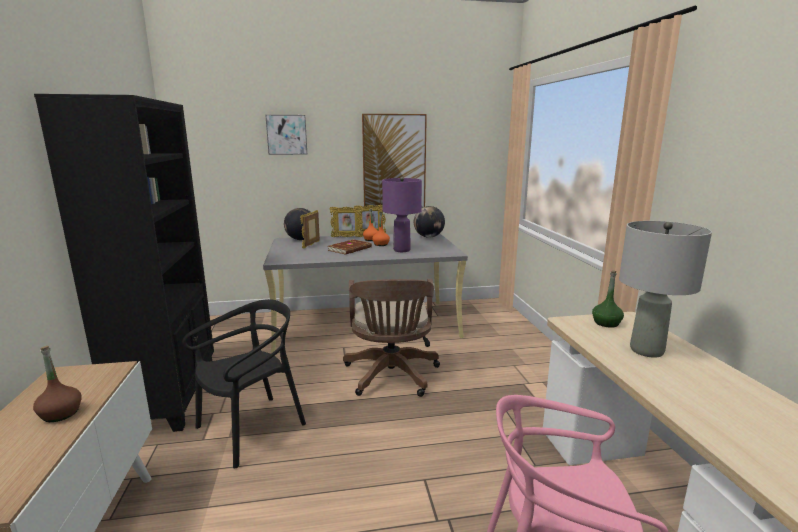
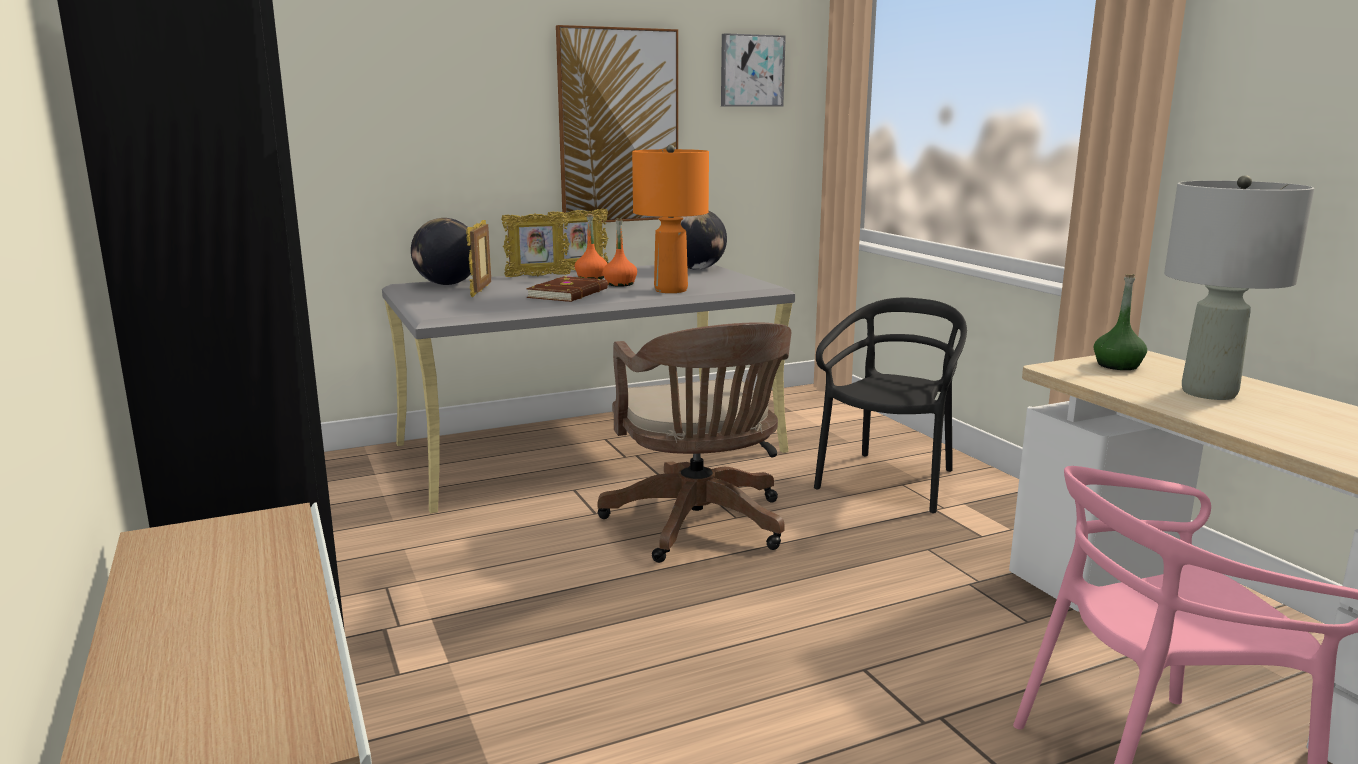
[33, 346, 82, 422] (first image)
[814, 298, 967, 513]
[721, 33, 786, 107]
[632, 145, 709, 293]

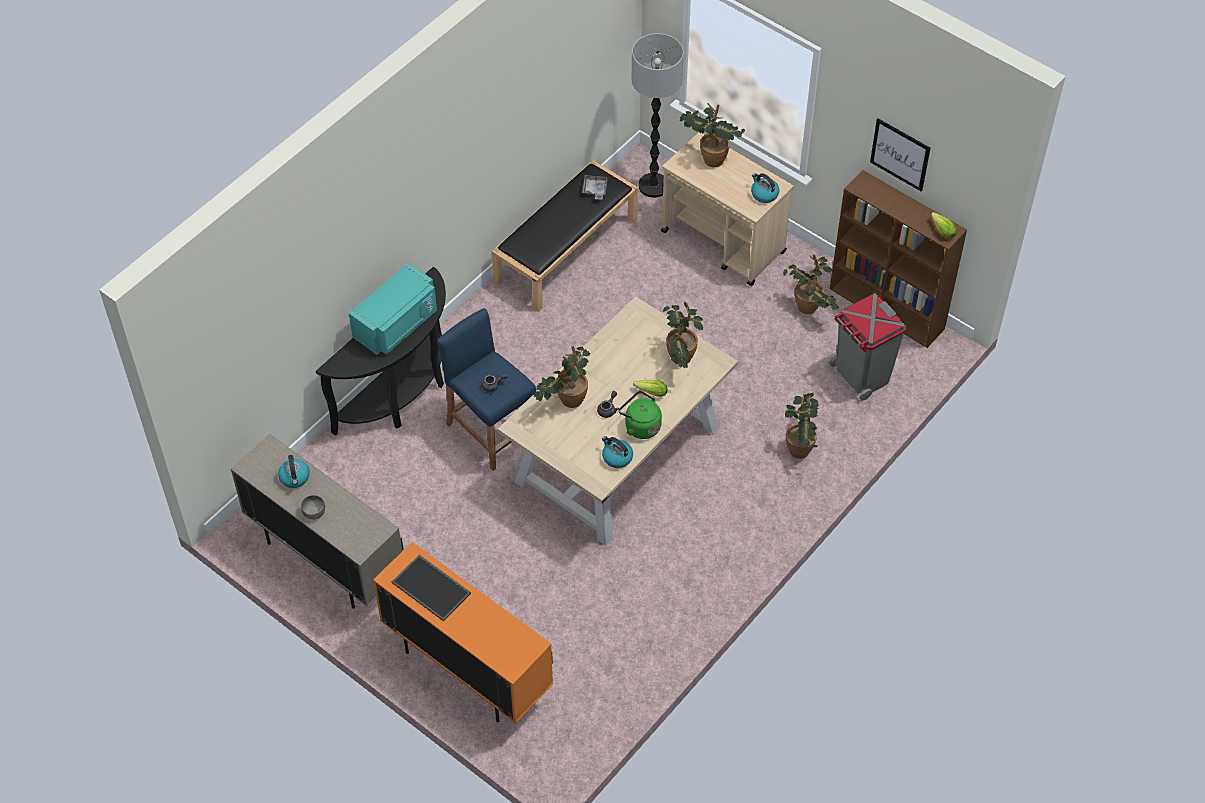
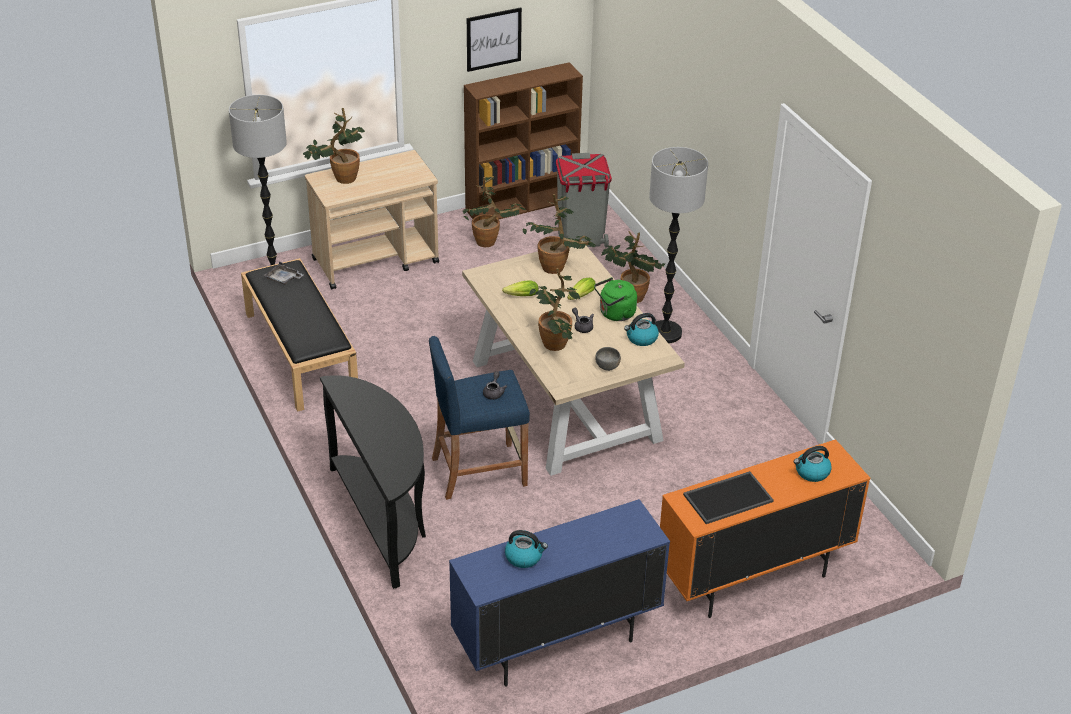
[349, 263, 437, 355] (first image)
[649, 147, 708, 343]
[595, 347, 621, 371]
[794, 446, 832, 482]
[502, 280, 539, 296]
[449, 499, 670, 687]

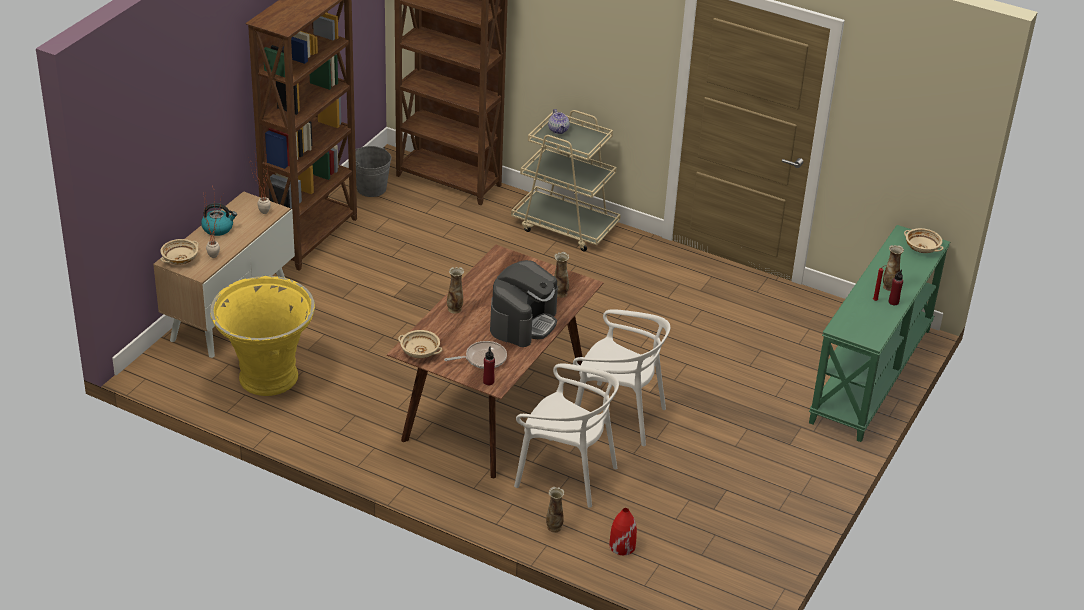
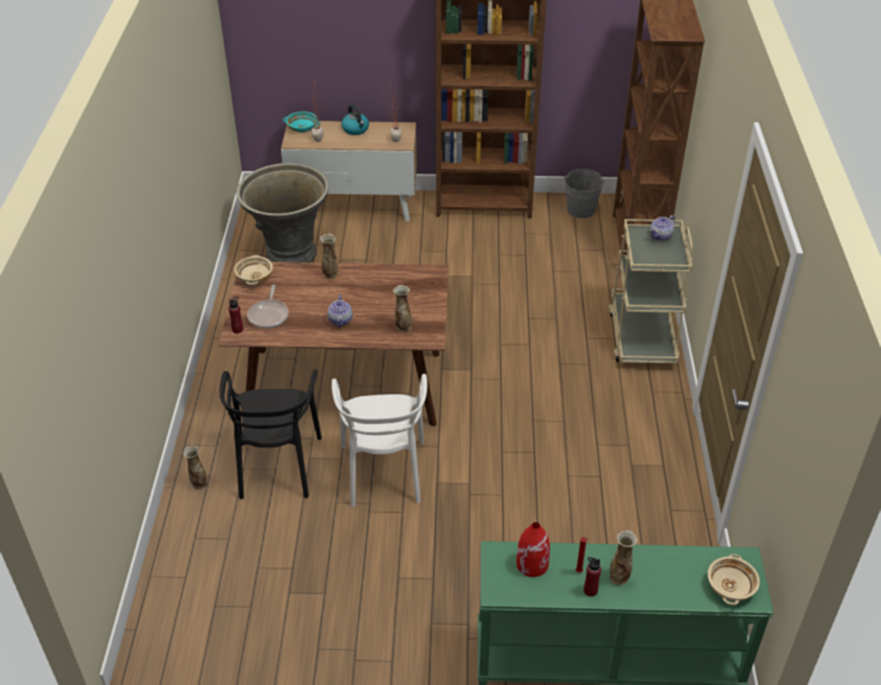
[516, 522, 550, 577]
[327, 295, 353, 327]
[283, 111, 321, 133]
[236, 163, 329, 263]
[220, 370, 322, 499]
[247, 285, 289, 329]

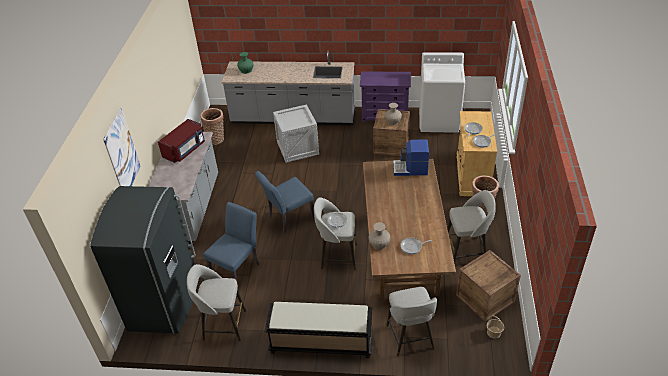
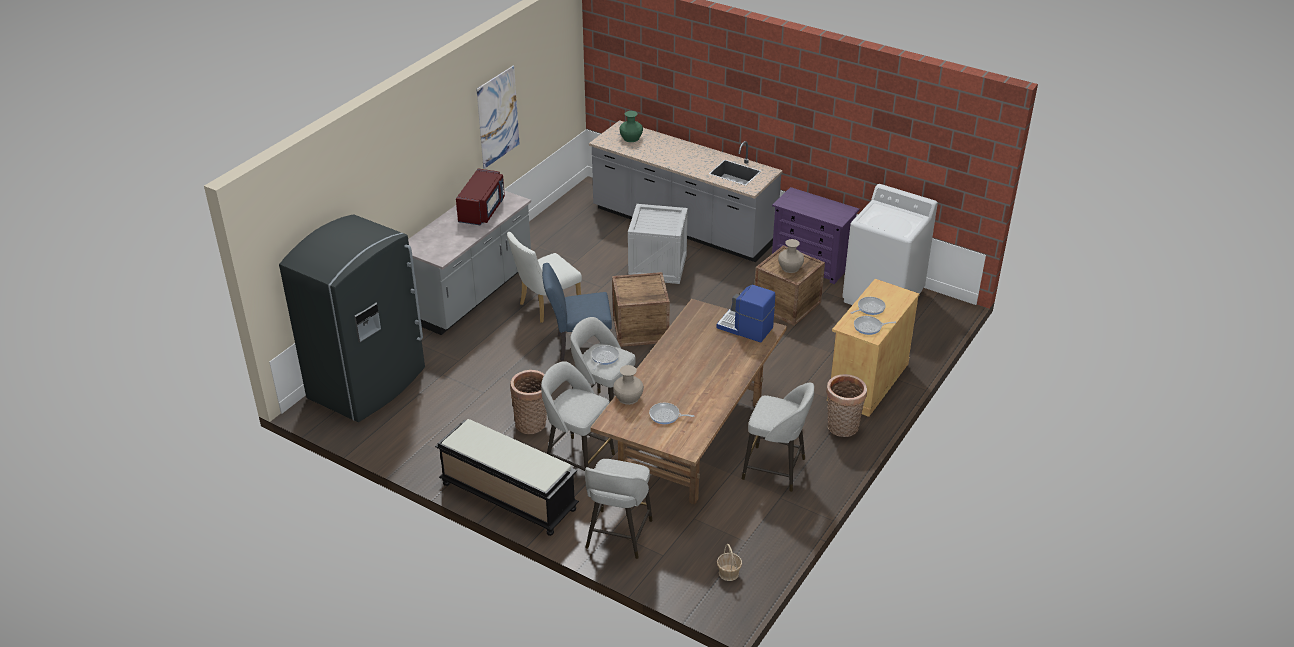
[203, 202, 259, 289] (first image)
[507, 232, 582, 323]
[476, 66, 520, 169]
[541, 361, 615, 471]
[510, 370, 547, 434]
[612, 272, 670, 347]
[456, 169, 505, 225]

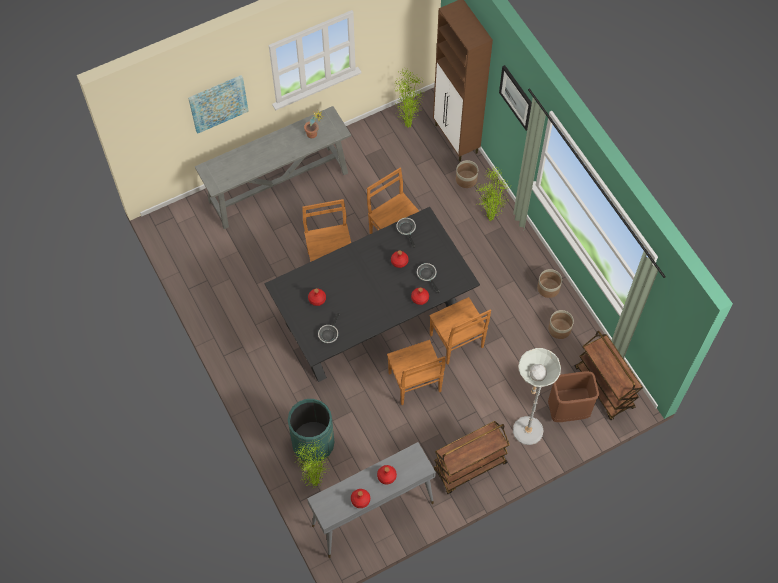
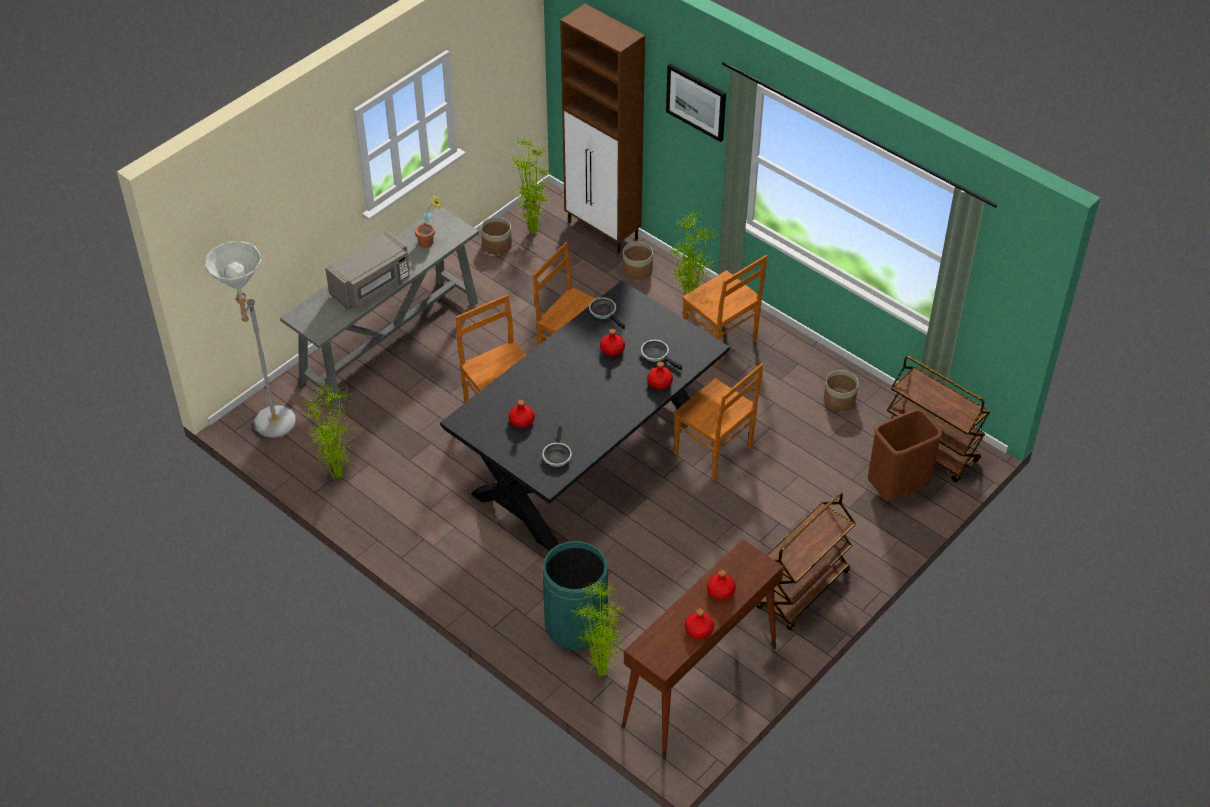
[188, 75, 249, 134] (first image)
[301, 380, 355, 479]
[325, 231, 410, 309]
[682, 255, 767, 366]
[205, 241, 296, 438]
[481, 217, 512, 255]
[622, 539, 784, 760]

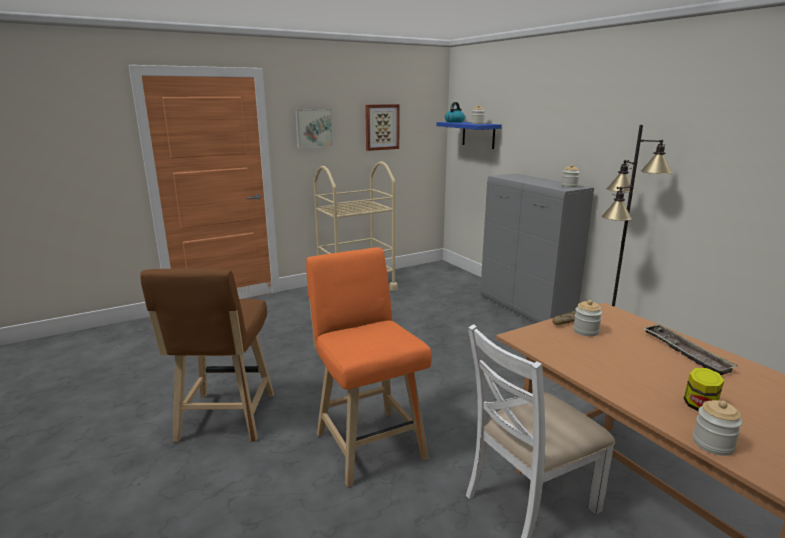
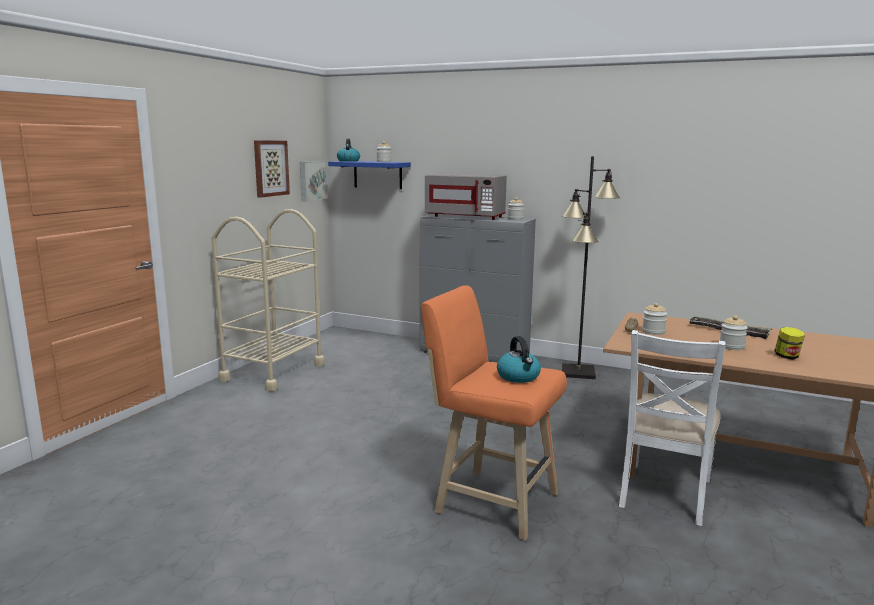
[140, 268, 274, 442] (first image)
[425, 173, 507, 220]
[497, 336, 541, 383]
[300, 161, 328, 202]
[720, 316, 748, 350]

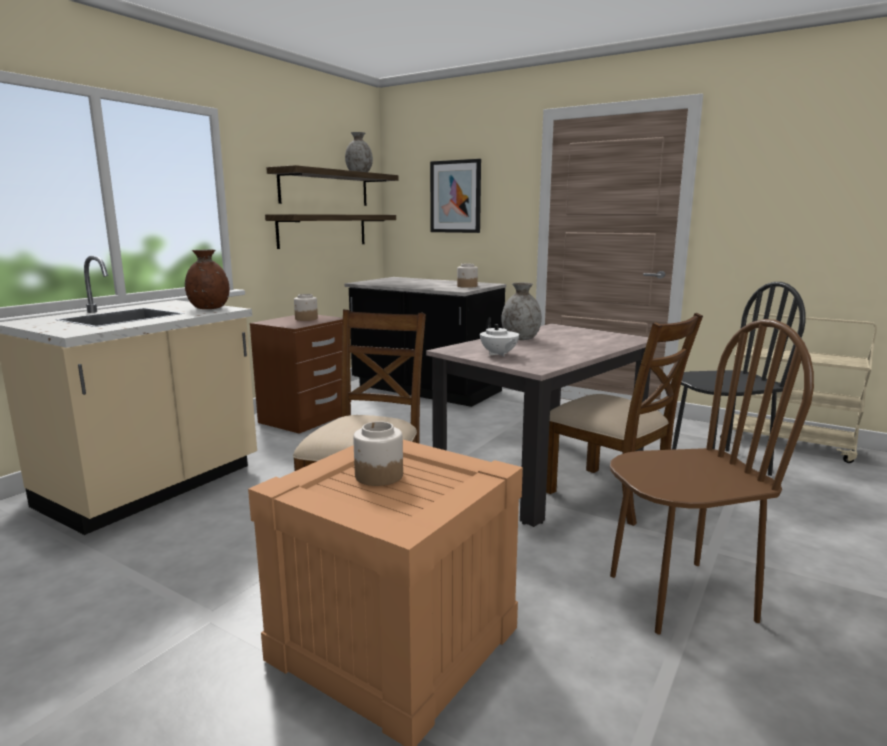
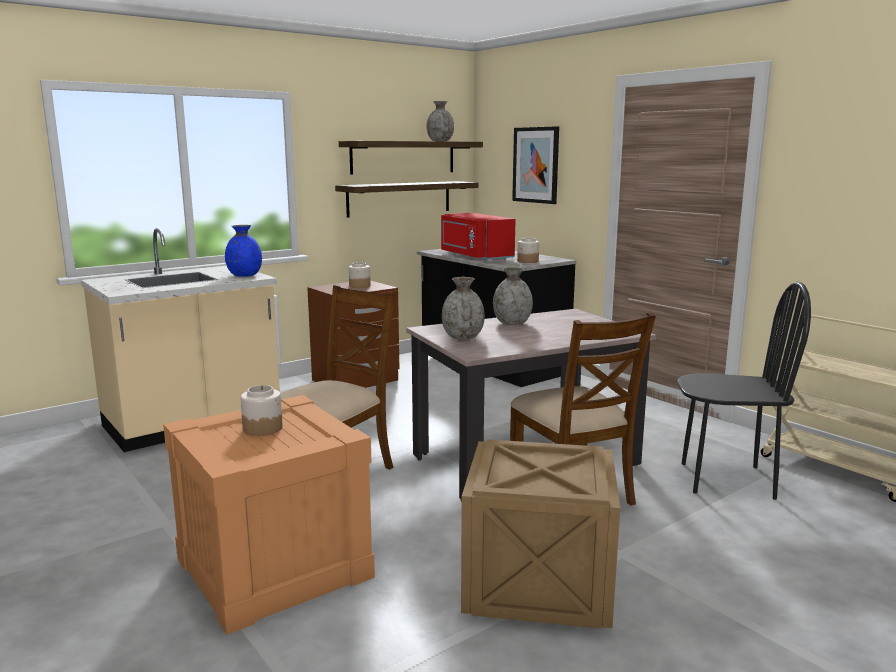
[441, 213, 516, 261]
[442, 277, 485, 339]
[461, 439, 620, 629]
[225, 225, 262, 277]

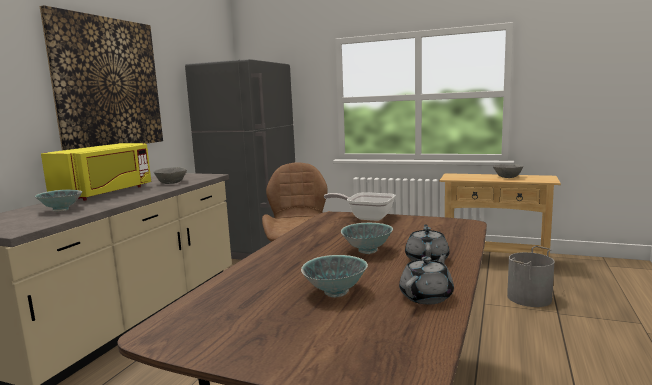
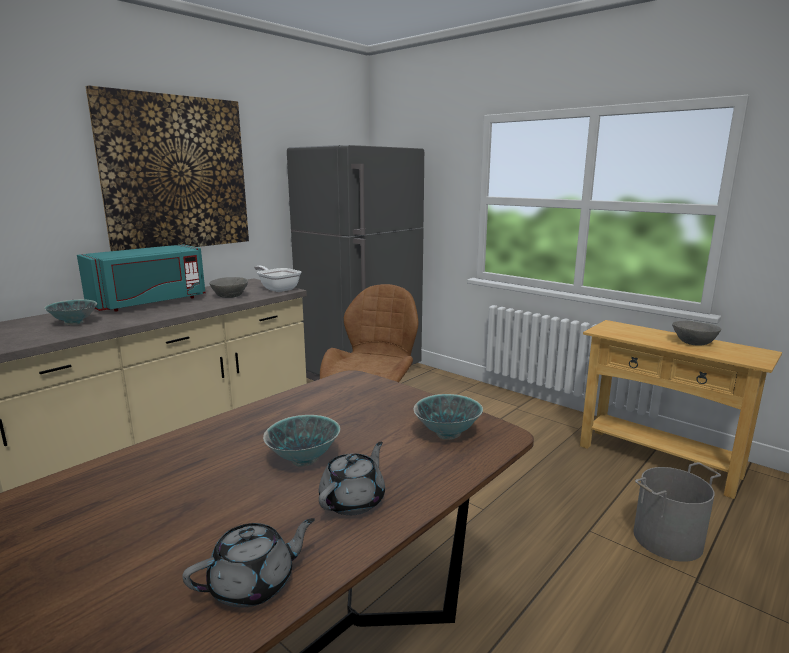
[413, 394, 483, 440]
[254, 266, 301, 292]
[77, 244, 206, 312]

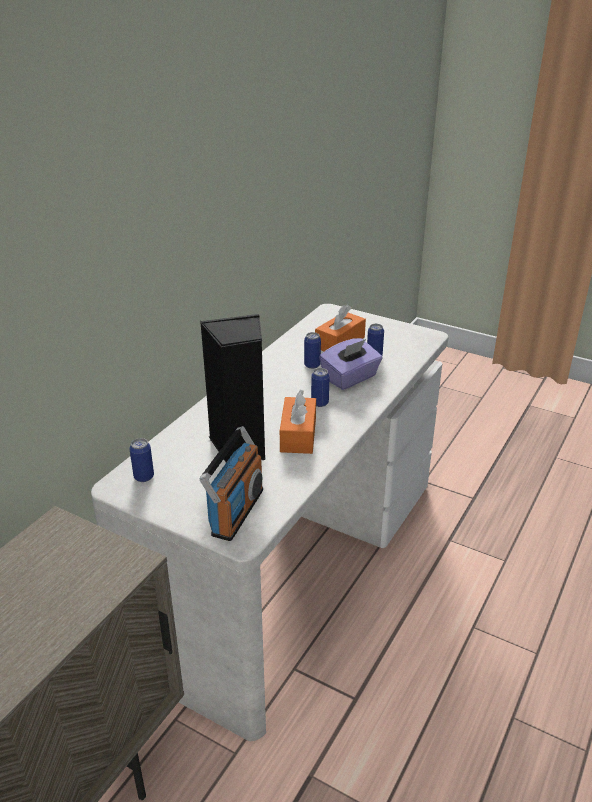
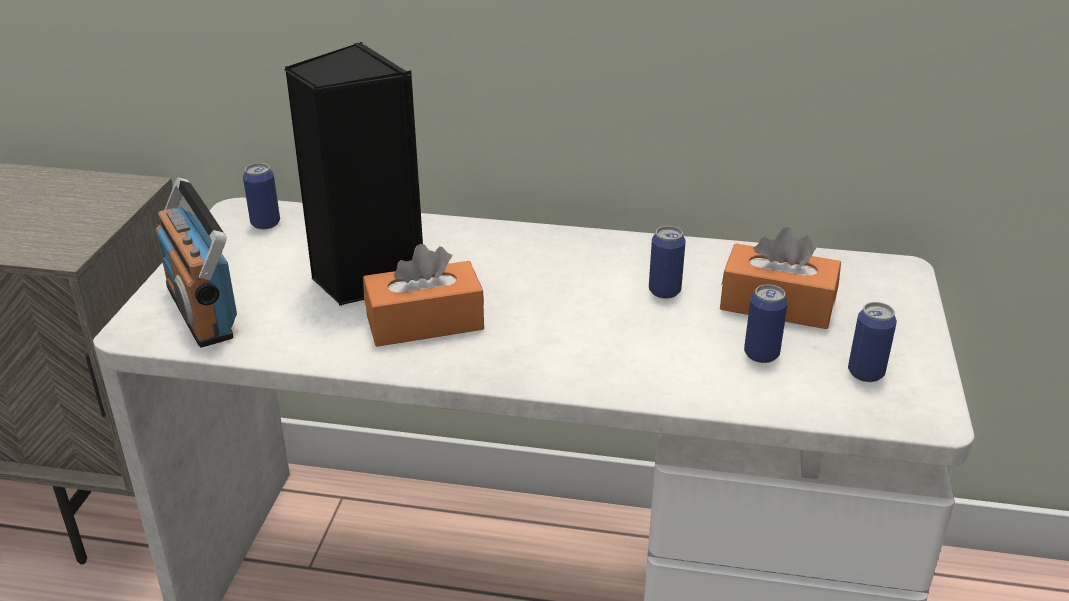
[319, 338, 383, 390] (first image)
[848, 302, 897, 382]
[155, 177, 237, 347]

